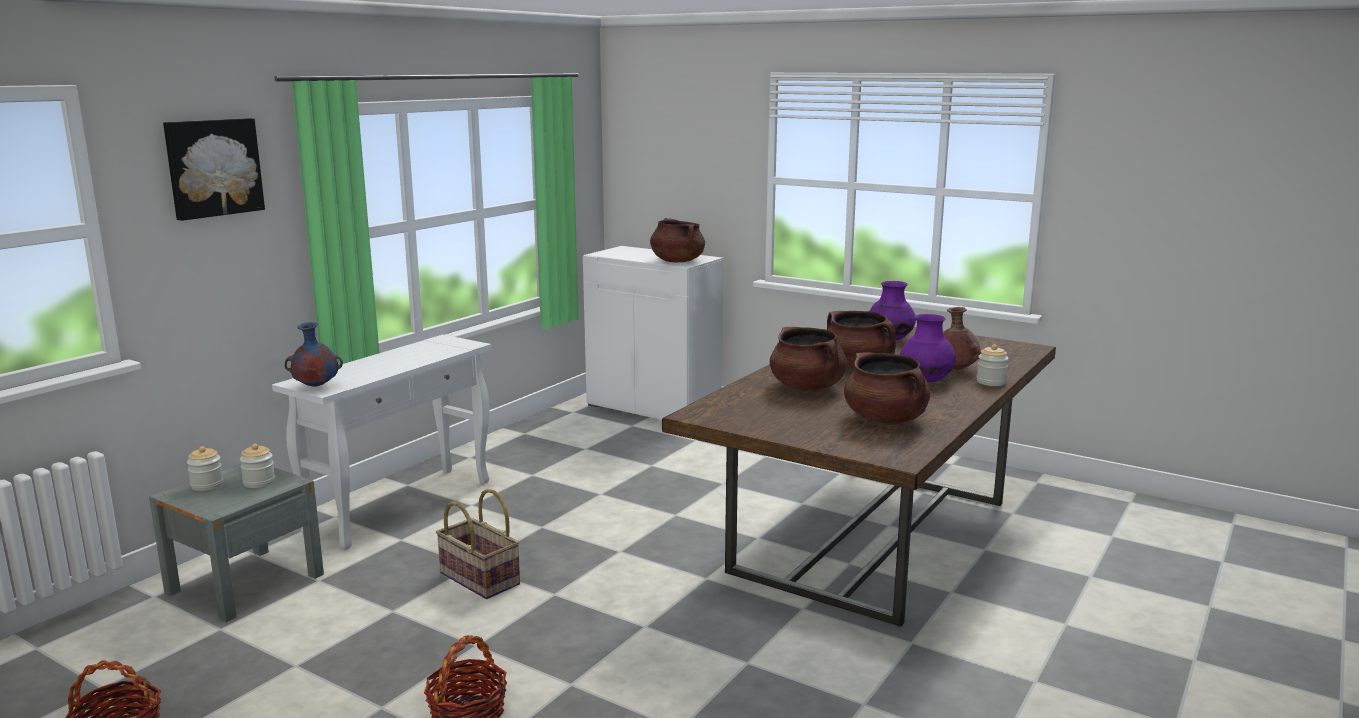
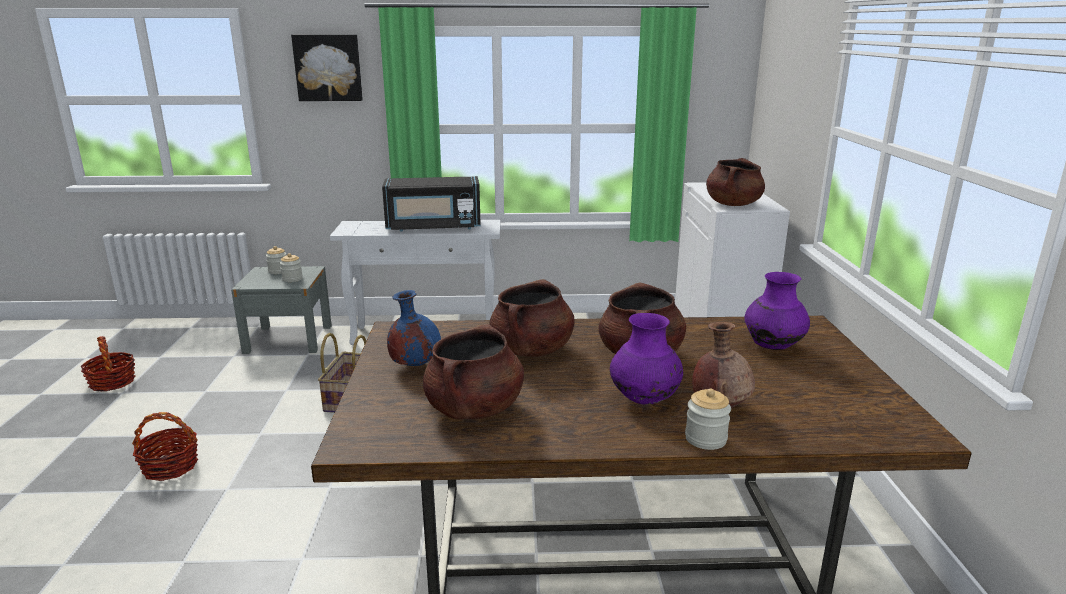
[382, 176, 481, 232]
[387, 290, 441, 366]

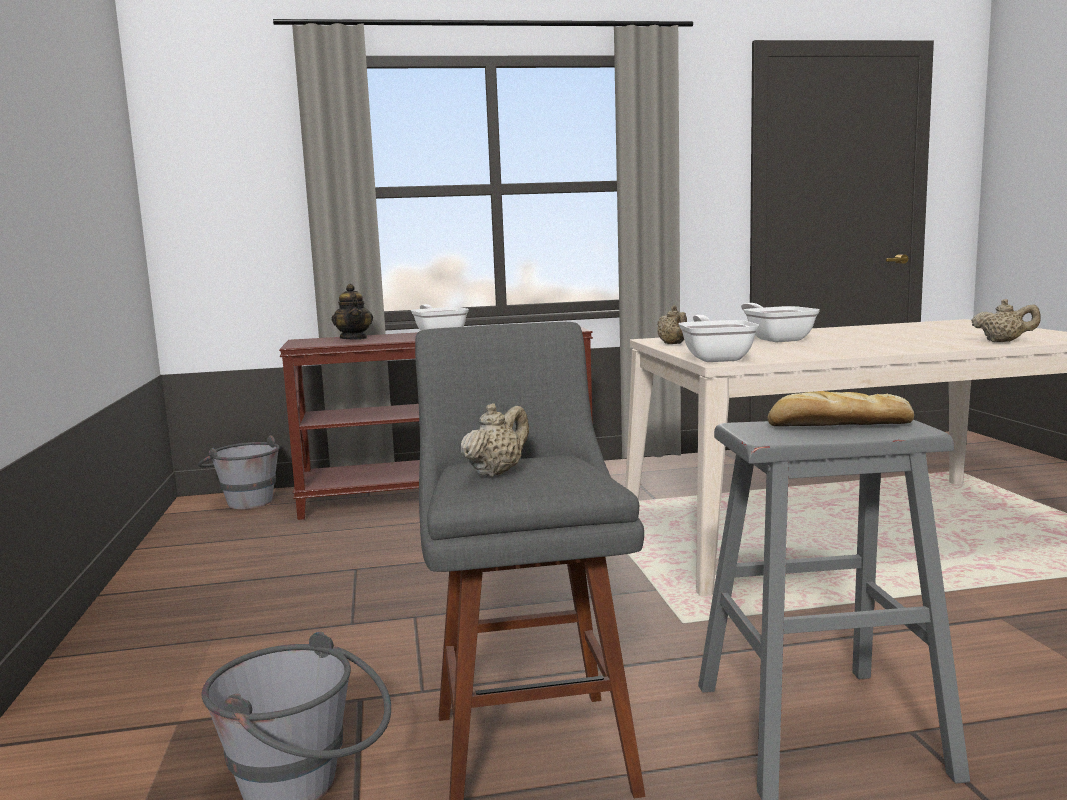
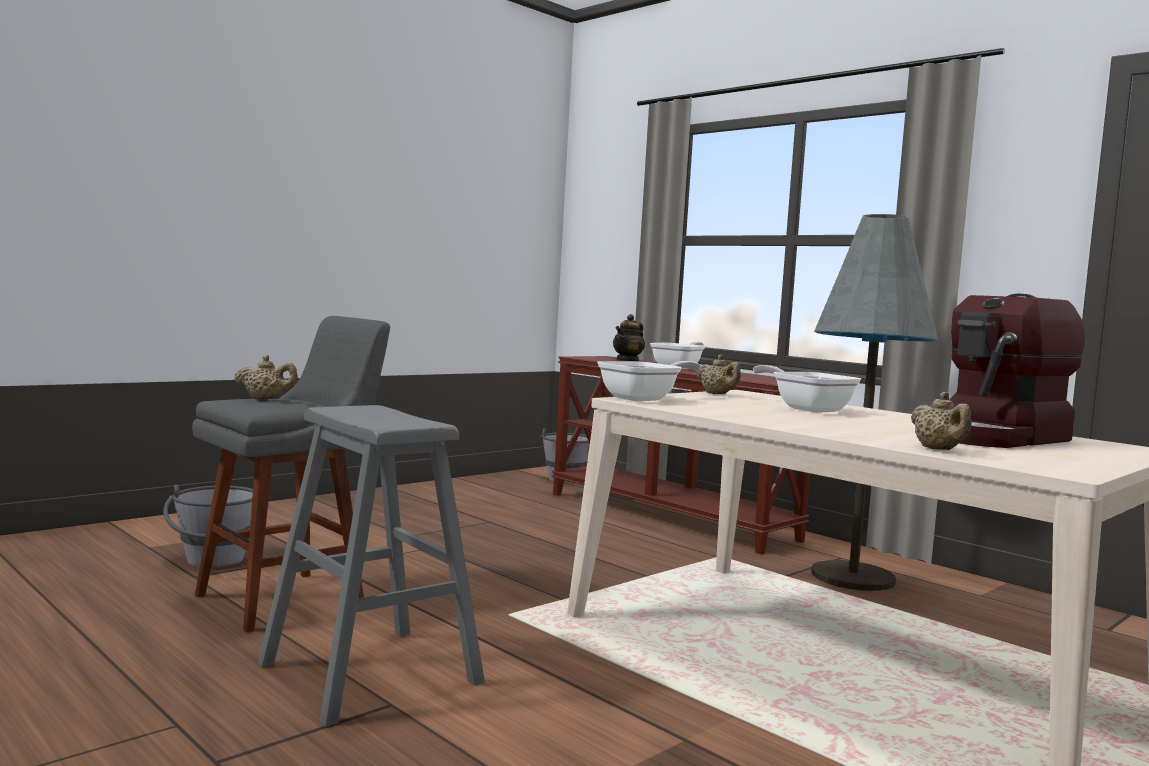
[768, 391, 914, 426] (first image)
[811, 214, 938, 591]
[949, 294, 1085, 448]
[697, 354, 741, 394]
[753, 365, 861, 413]

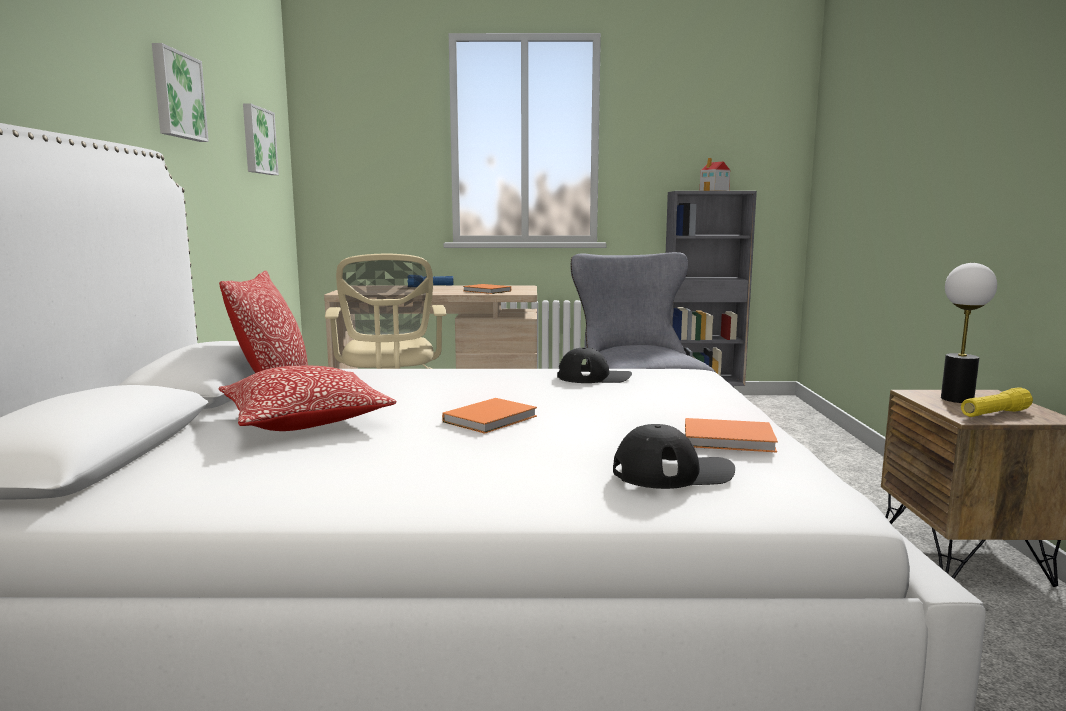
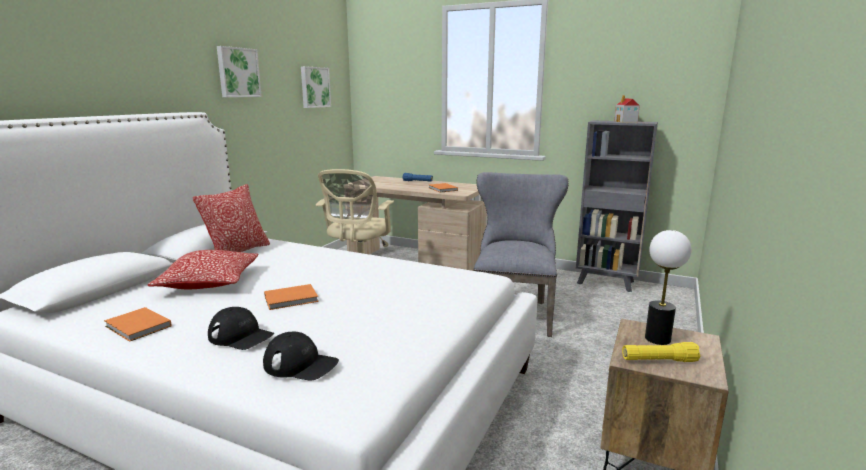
[208, 307, 274, 350]
[104, 307, 172, 342]

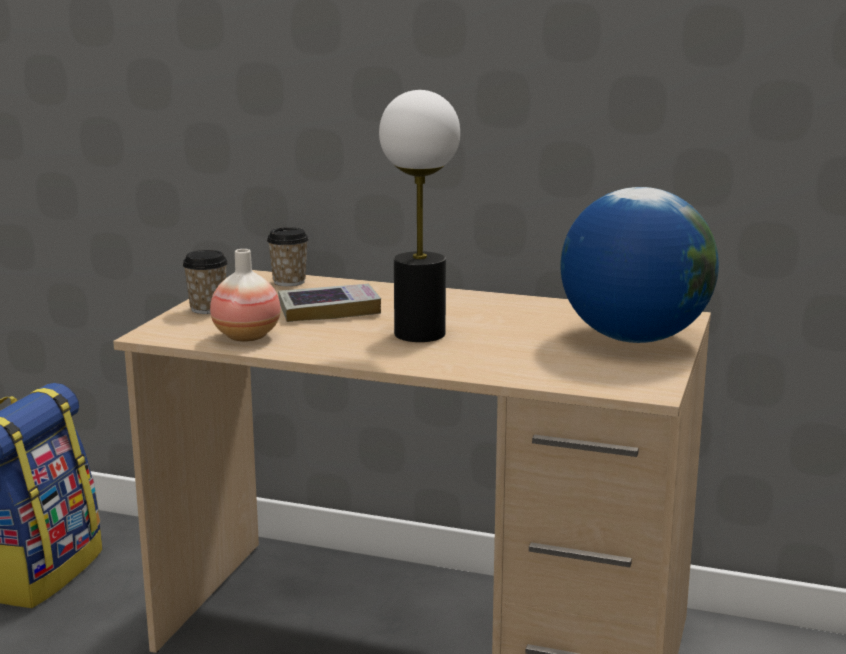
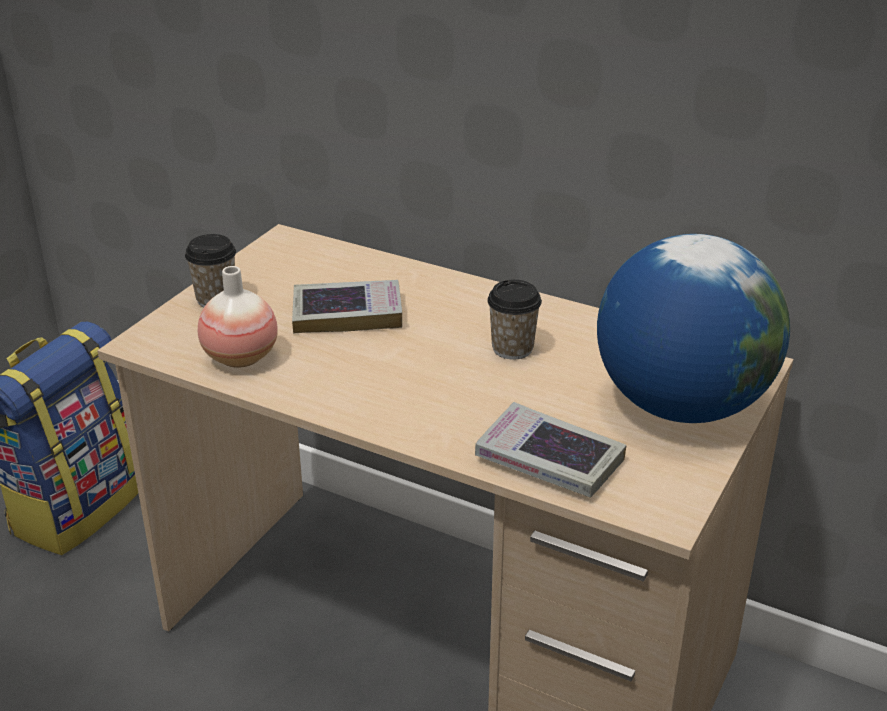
[379, 90, 460, 342] (first image)
[475, 402, 626, 498]
[487, 280, 542, 360]

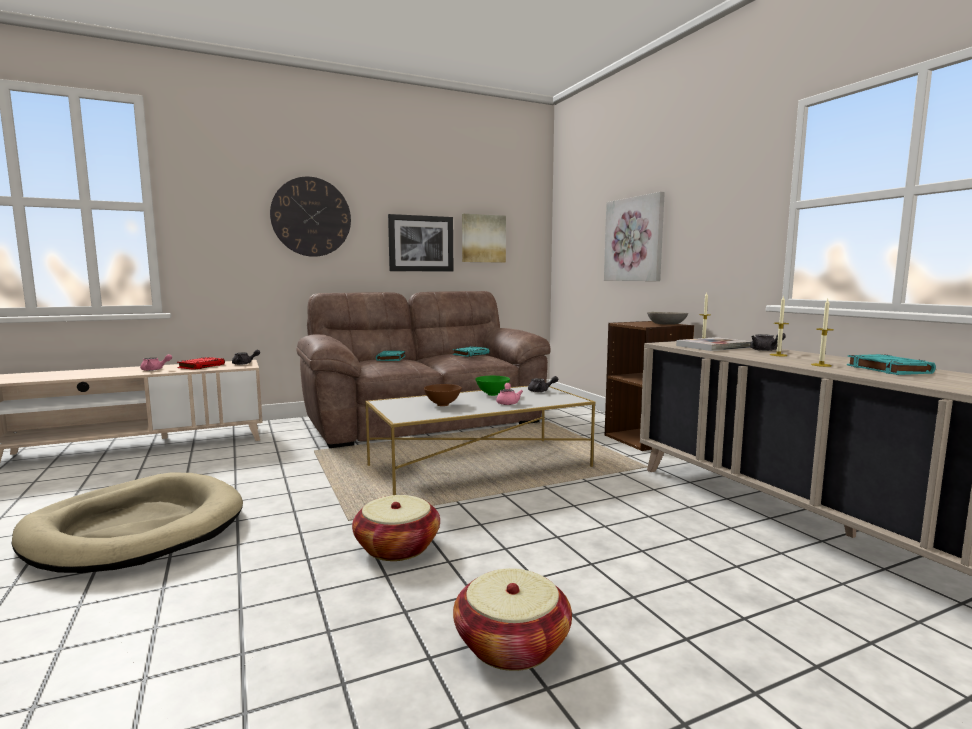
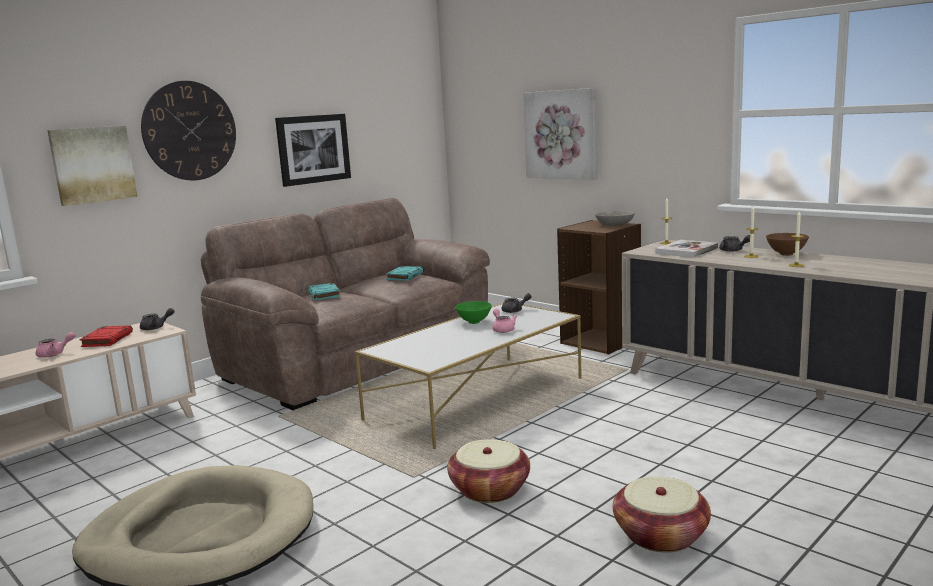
[847, 354, 936, 375] (first image)
[766, 233, 809, 256]
[47, 126, 137, 206]

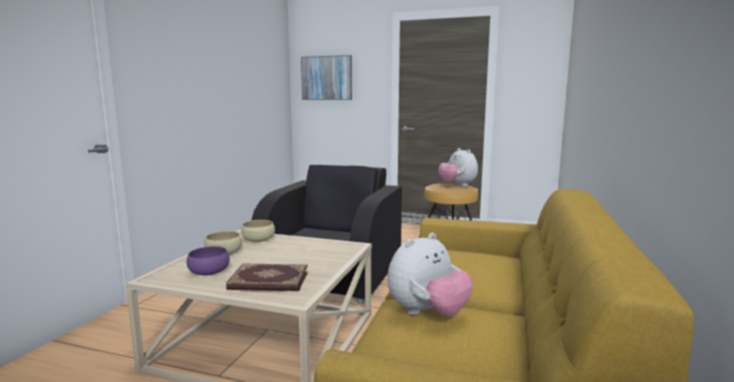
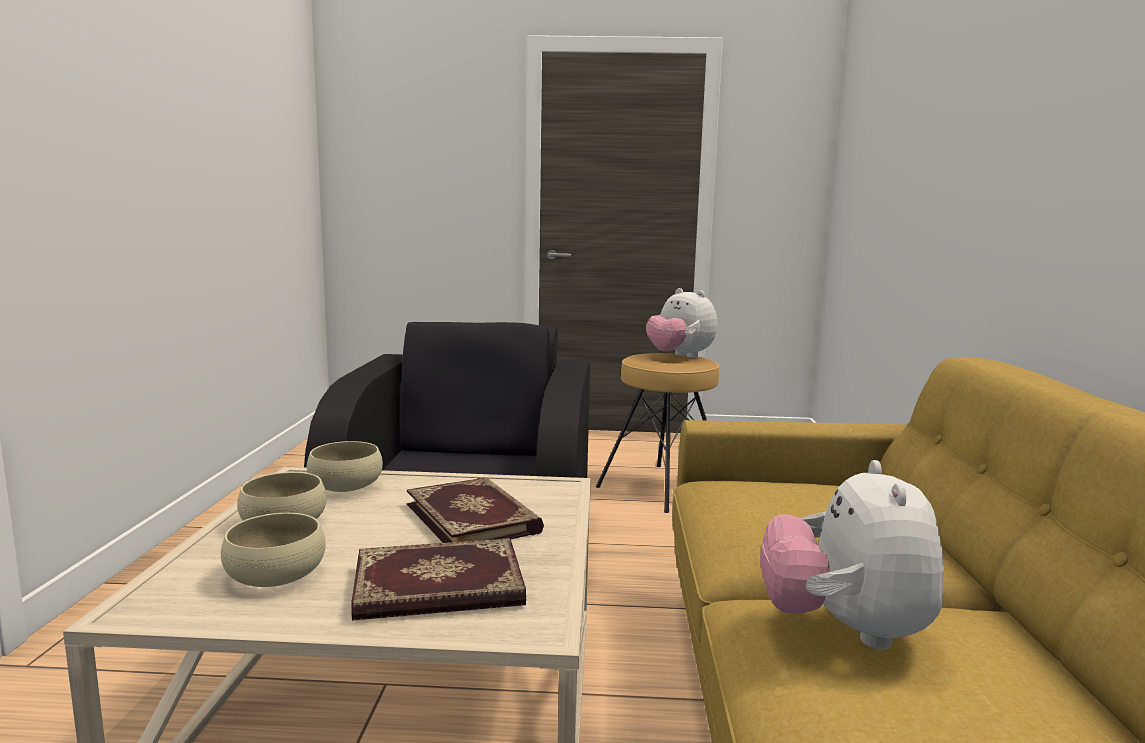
[301, 55, 352, 100] (first image)
[407, 477, 544, 543]
[221, 513, 326, 587]
[760, 460, 944, 650]

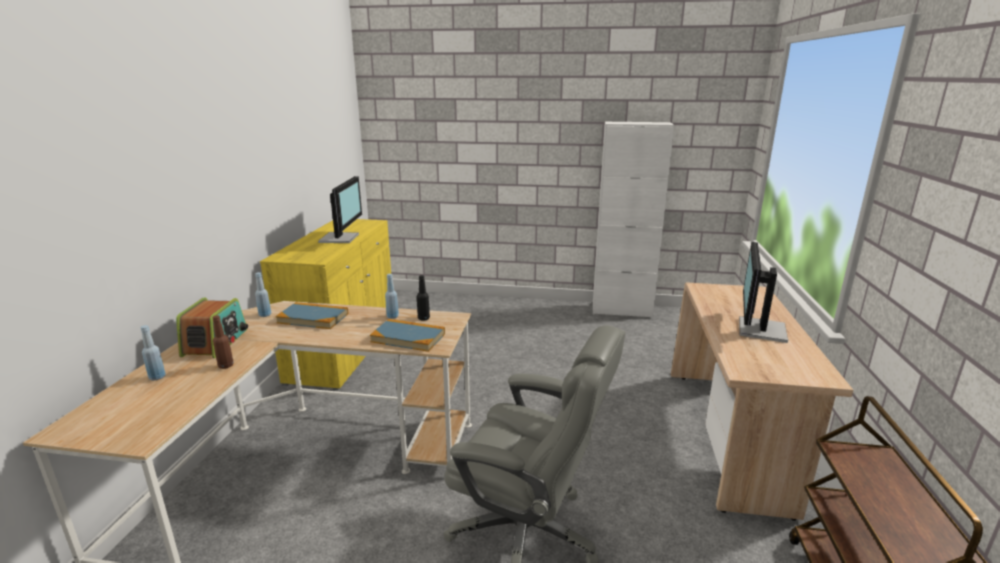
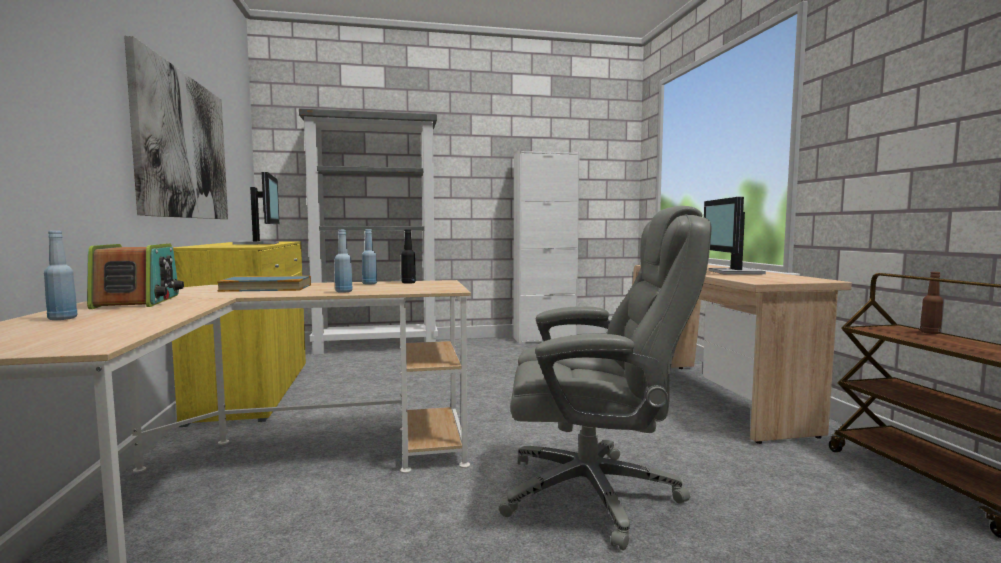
[370, 319, 445, 352] (first image)
[124, 36, 228, 219]
[299, 108, 438, 355]
[920, 272, 943, 334]
[335, 230, 352, 293]

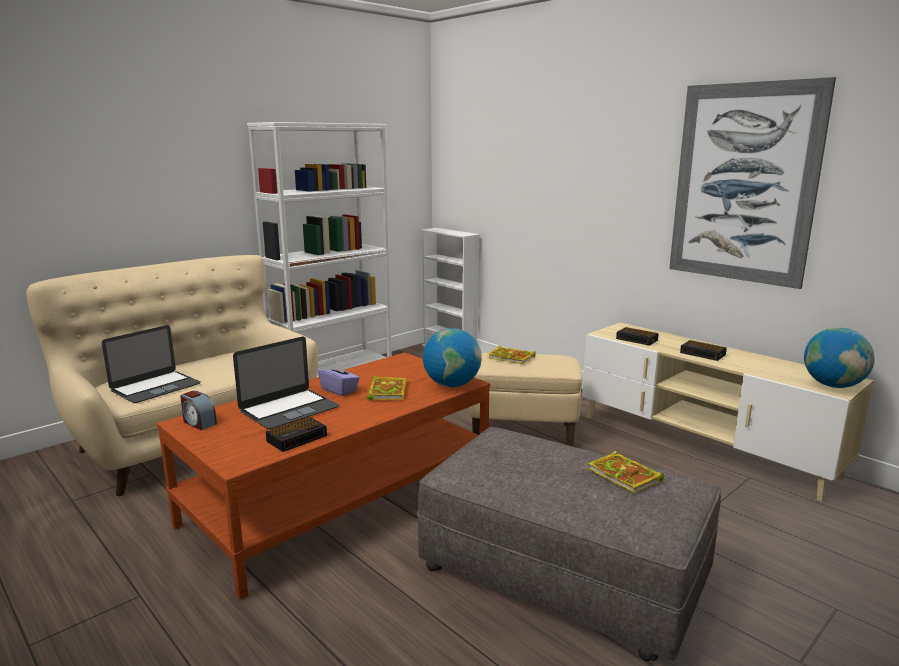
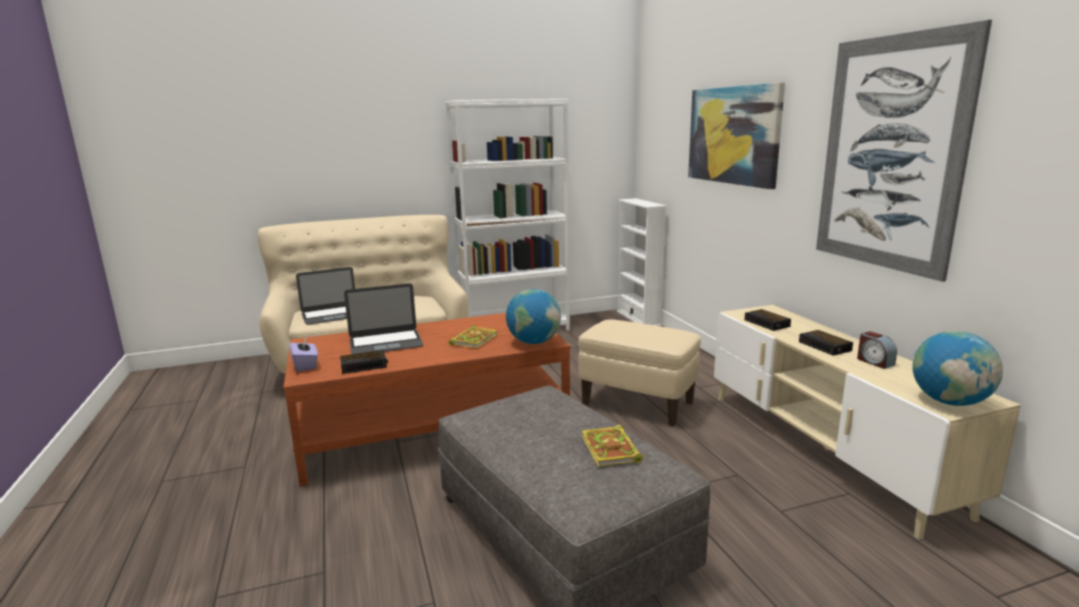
[488, 346, 536, 364] (first image)
[688, 82, 785, 189]
[857, 331, 897, 369]
[289, 336, 318, 372]

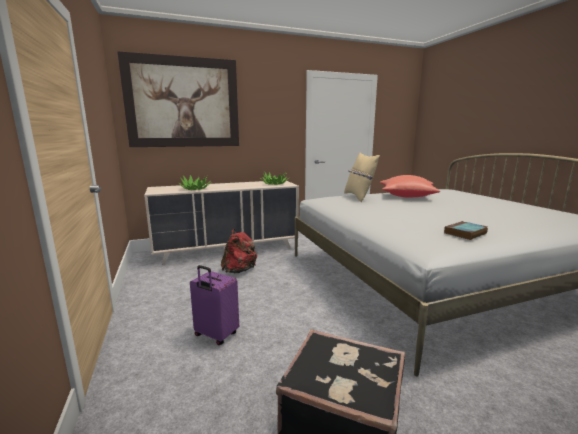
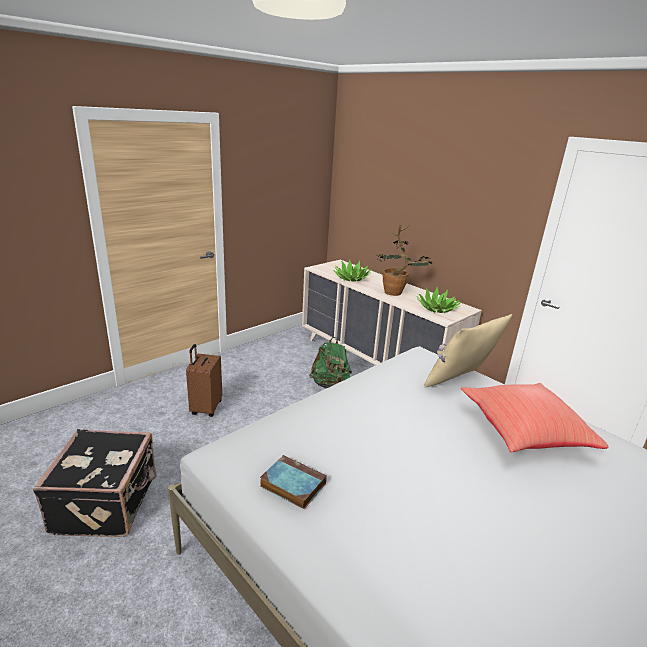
[117, 51, 239, 147] (first image)
[377, 224, 433, 296]
[186, 344, 222, 417]
[309, 337, 352, 388]

